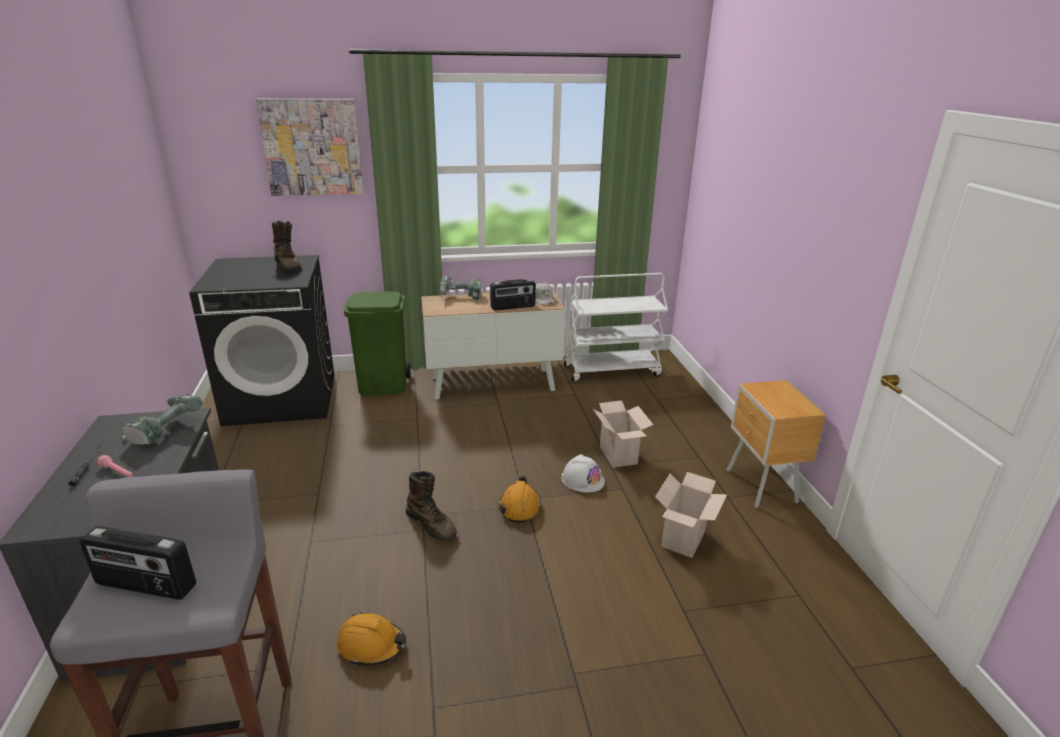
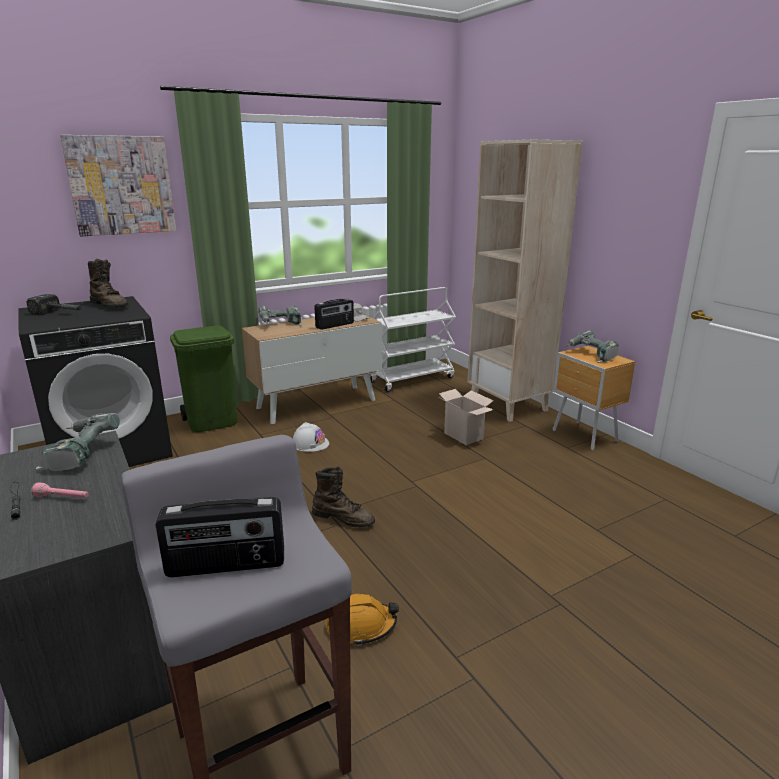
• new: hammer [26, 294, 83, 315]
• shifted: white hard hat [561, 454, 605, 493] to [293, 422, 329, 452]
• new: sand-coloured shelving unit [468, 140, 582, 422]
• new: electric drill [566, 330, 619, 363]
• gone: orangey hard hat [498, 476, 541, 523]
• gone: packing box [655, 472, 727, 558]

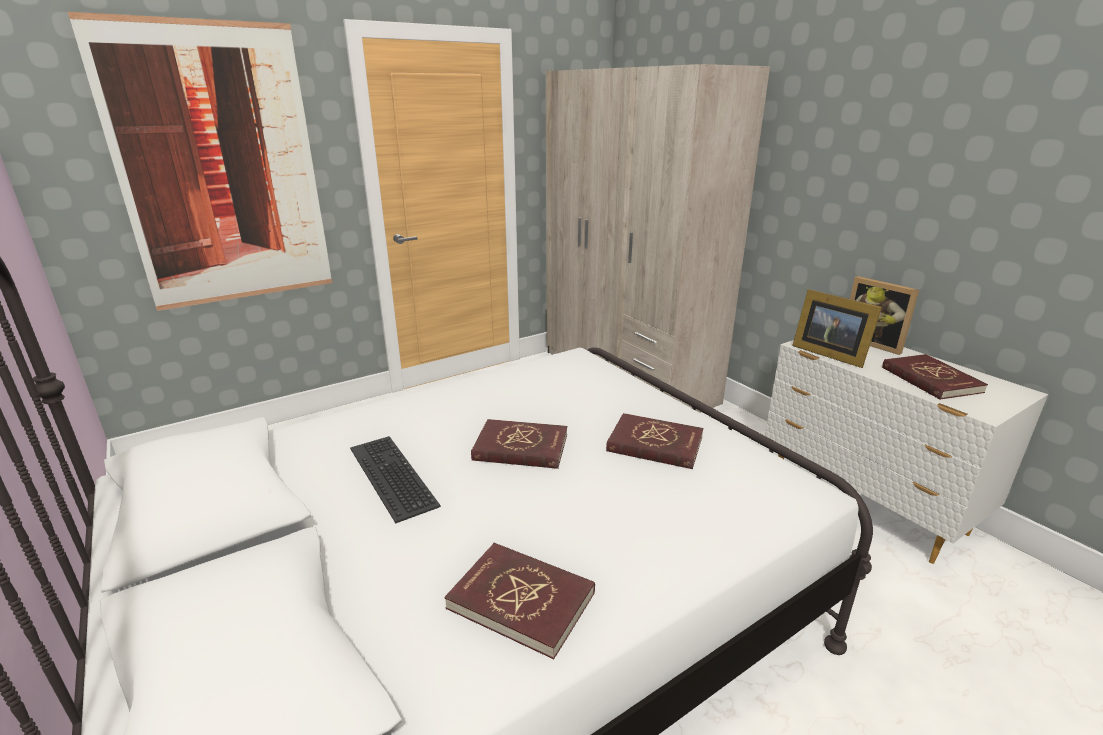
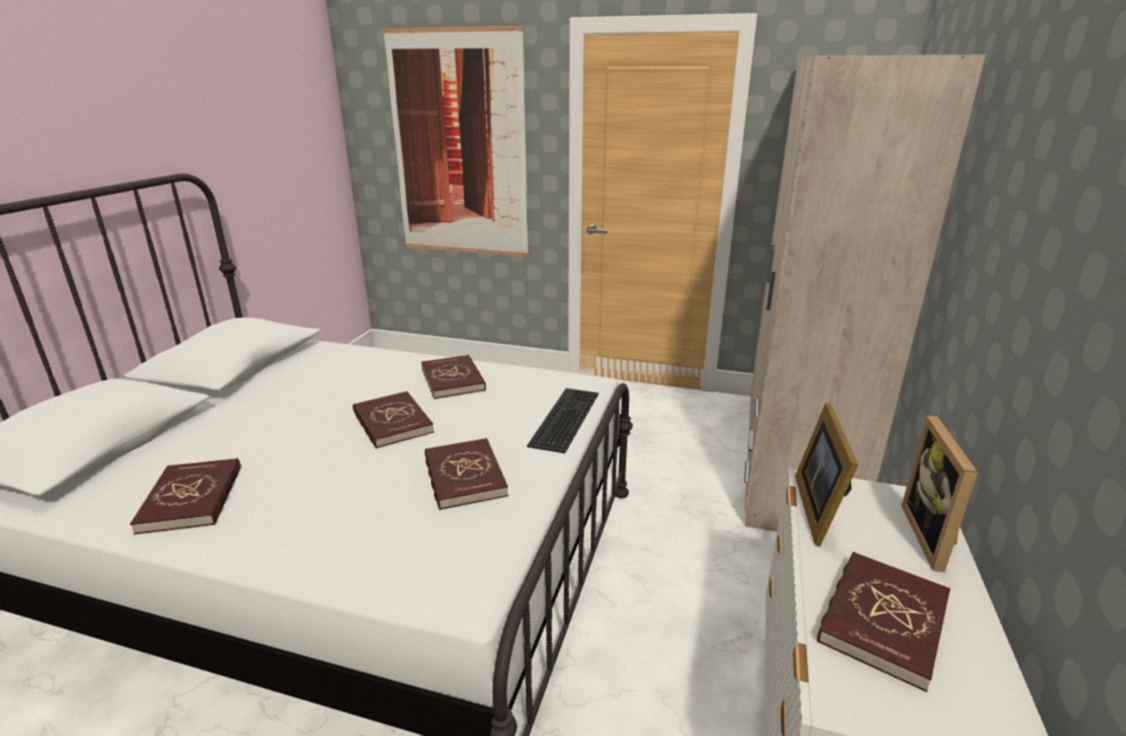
• new: reddish book [421, 355, 486, 399]
• shifted: computer keyboard [350, 436, 441, 524] to [527, 388, 599, 453]

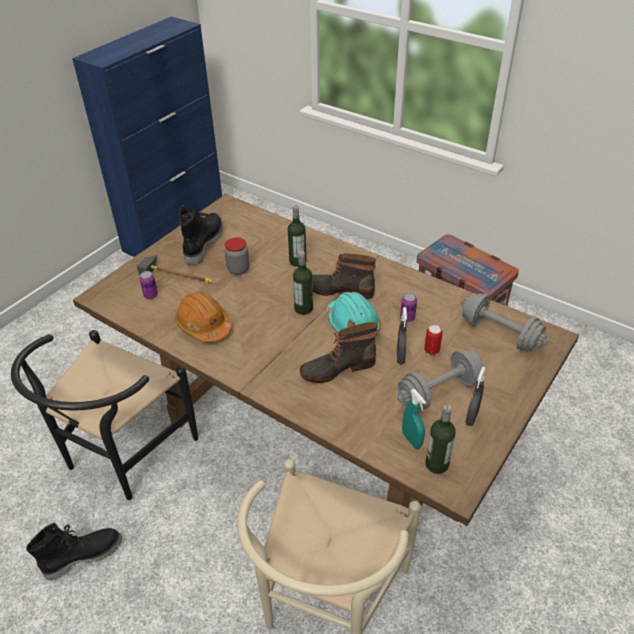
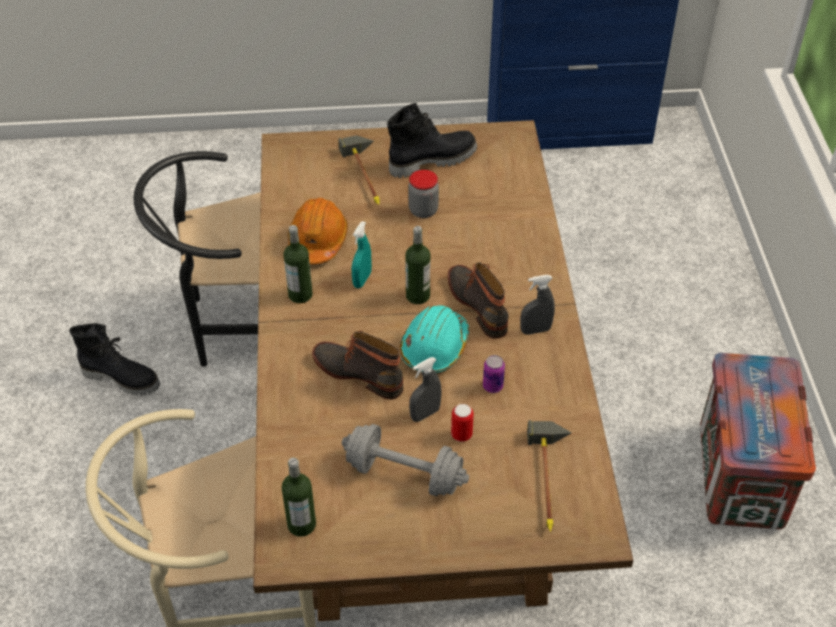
• shifted: drink bottle [288, 205, 306, 267] to [283, 225, 313, 303]
• shifted: turquoise hand sprayer [402, 389, 426, 449] to [352, 221, 372, 288]
• shifted: grey hand sprayer [465, 367, 486, 426] to [520, 275, 555, 335]
• swapped: grey dumbbell [461, 293, 548, 351] to hammer [527, 420, 572, 532]
• gone: sealed can [139, 271, 158, 299]

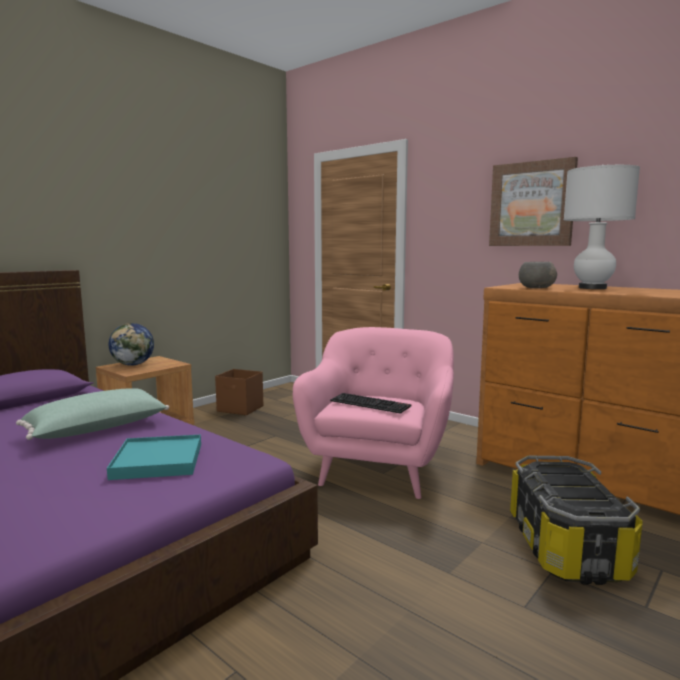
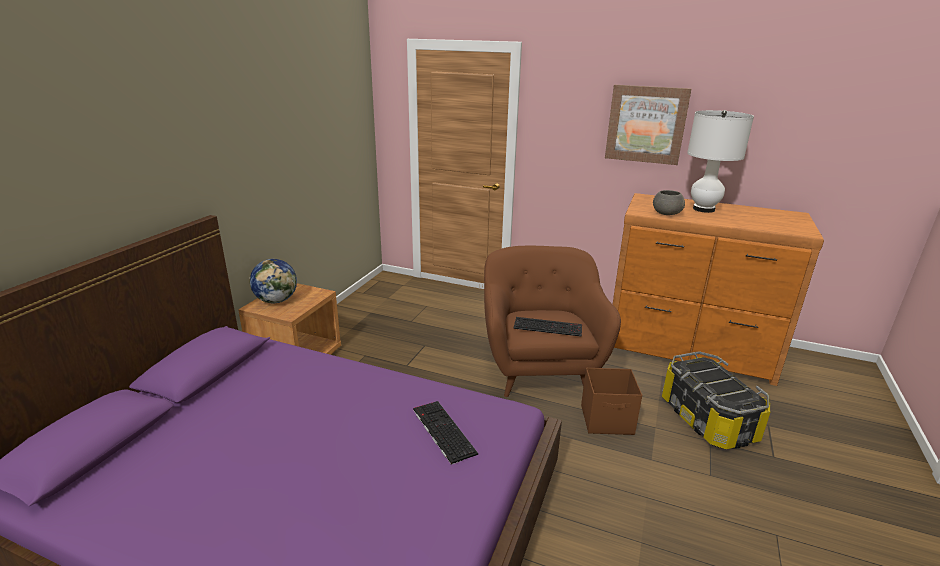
• swapped: turquoise carrying tray [107, 434, 201, 480] to computer keyboard [413, 401, 478, 465]
• repainted: pinkish easy chair [293, 327, 454, 499] to brown easy chair [484, 246, 621, 397]
• shifted: brown storage bin [215, 369, 263, 415] to [581, 368, 642, 435]
• gone: greenish pillow [16, 388, 169, 440]

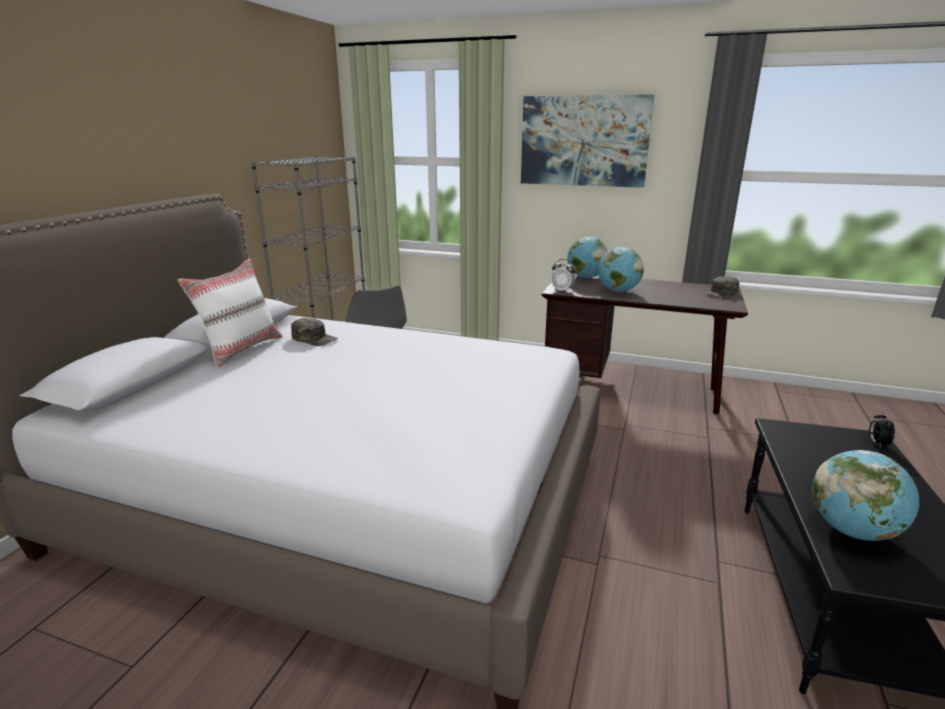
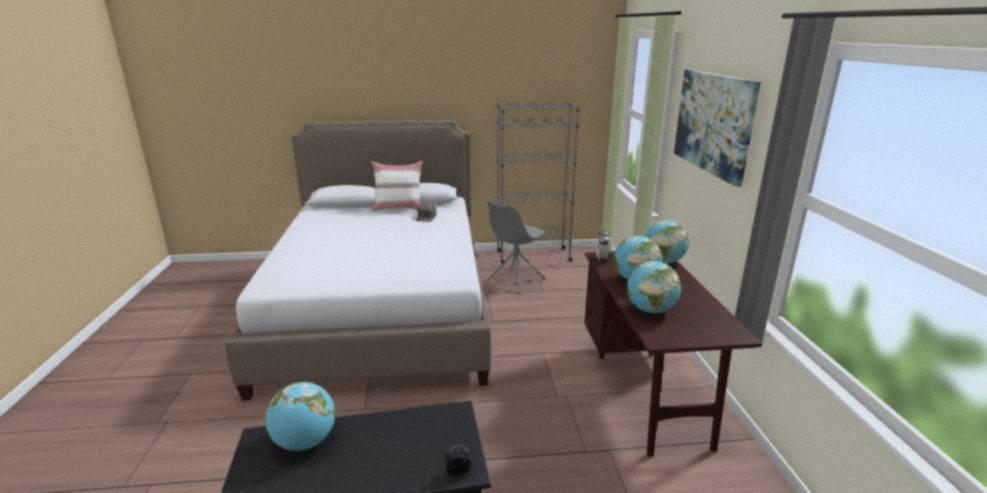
• new: desk globe [627, 261, 681, 313]
• gone: greenish peaked cap [705, 276, 740, 298]

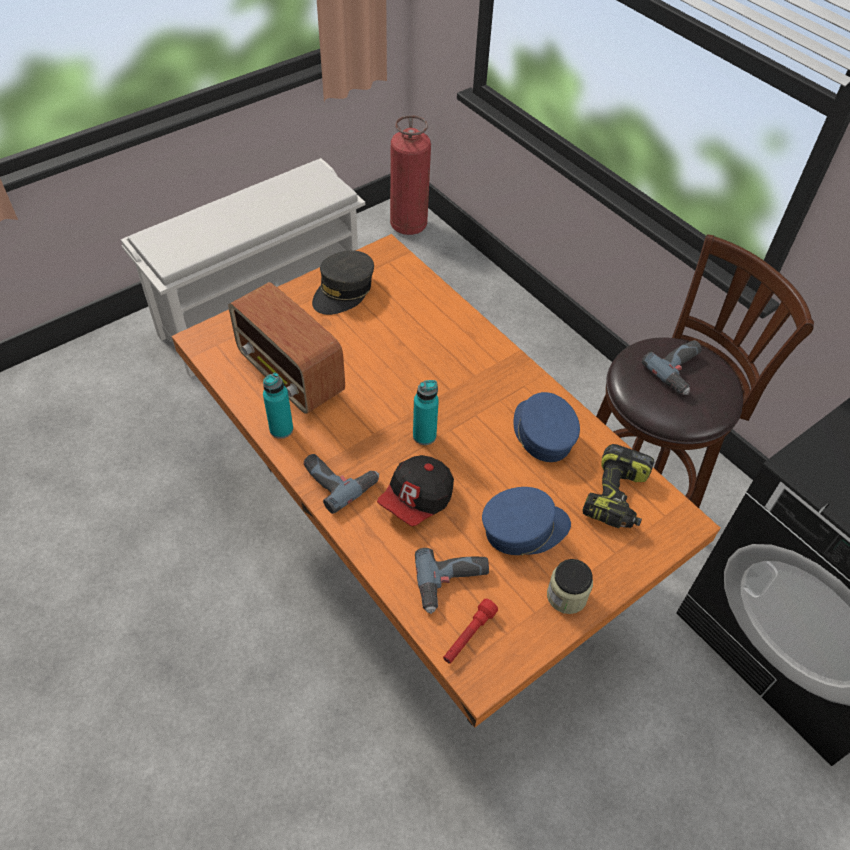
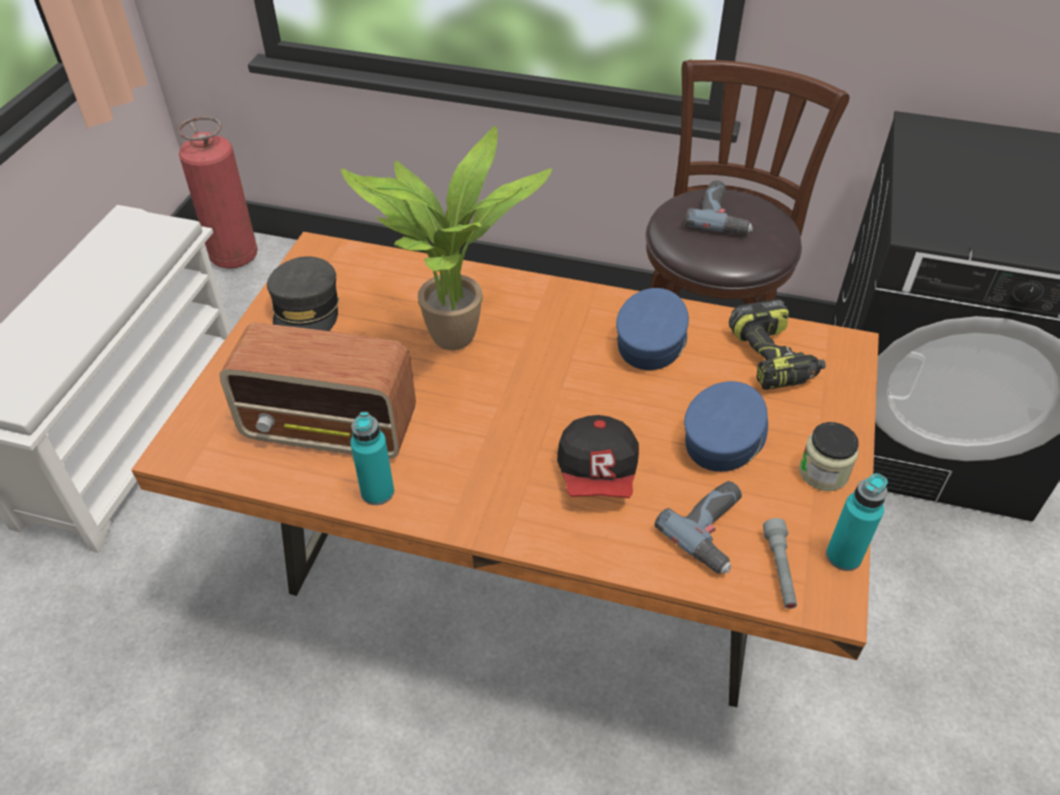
• new: potted plant [341, 126, 552, 350]
• rotated: blue peaked cap [514, 392, 580, 462] = [616, 288, 689, 370] 75 degrees clockwise
• repainted: reddish flashlight [443, 599, 498, 664] to grey flashlight [763, 518, 797, 609]
• shifted: turquoise drink bottle [413, 380, 439, 445] to [826, 473, 888, 571]
• gone: electric drill [304, 454, 379, 514]

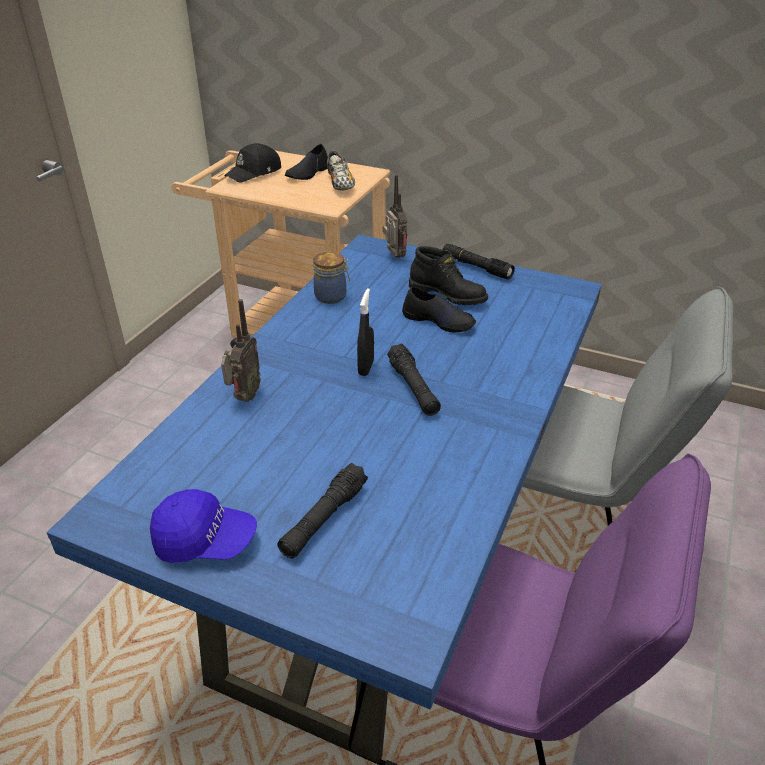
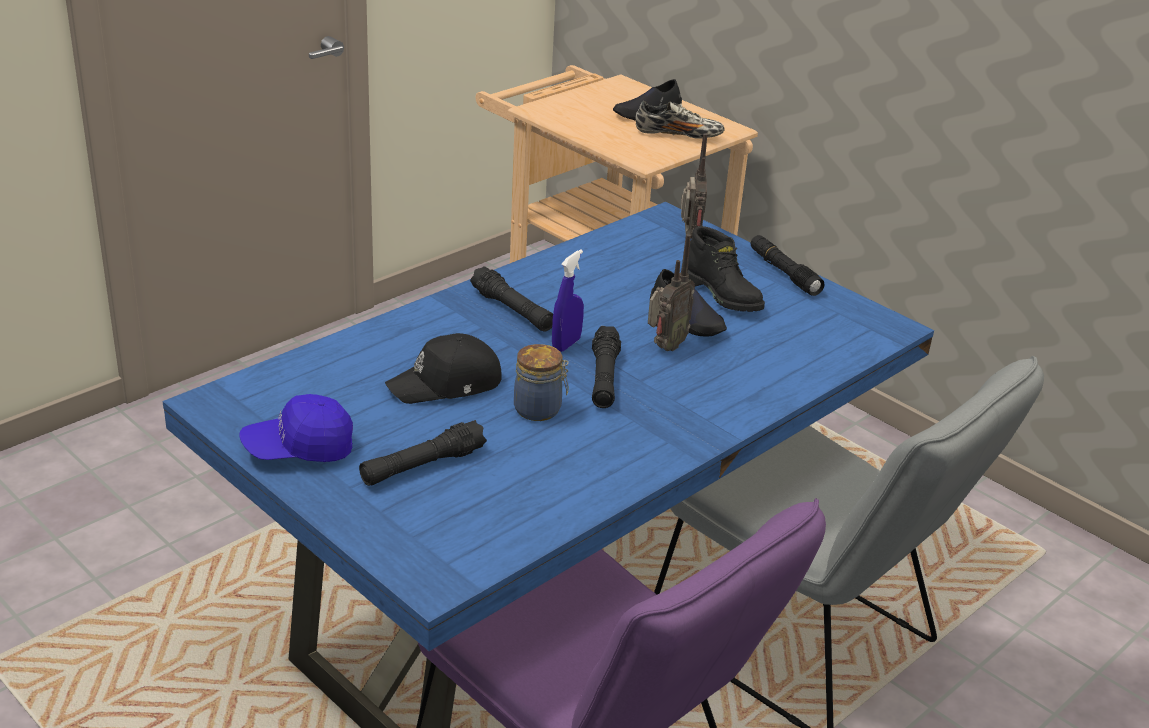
• rotated: blue peaked cap [150, 489, 257, 563] = [239, 394, 353, 462] 135 degrees clockwise
• shifted: black peaked cap [224, 143, 281, 182] to [385, 333, 502, 404]
• new: black flashlight [470, 266, 553, 332]
• shifted: storage jar [313, 252, 350, 304] to [514, 344, 569, 421]
• repainted: black hand sprayer [357, 288, 374, 376] to blue hand sprayer [552, 249, 584, 352]
• rotated: shoe [327, 151, 355, 191] = [635, 101, 725, 139] 90 degrees counterclockwise
• shifted: radio [221, 299, 261, 402] to [648, 234, 695, 352]

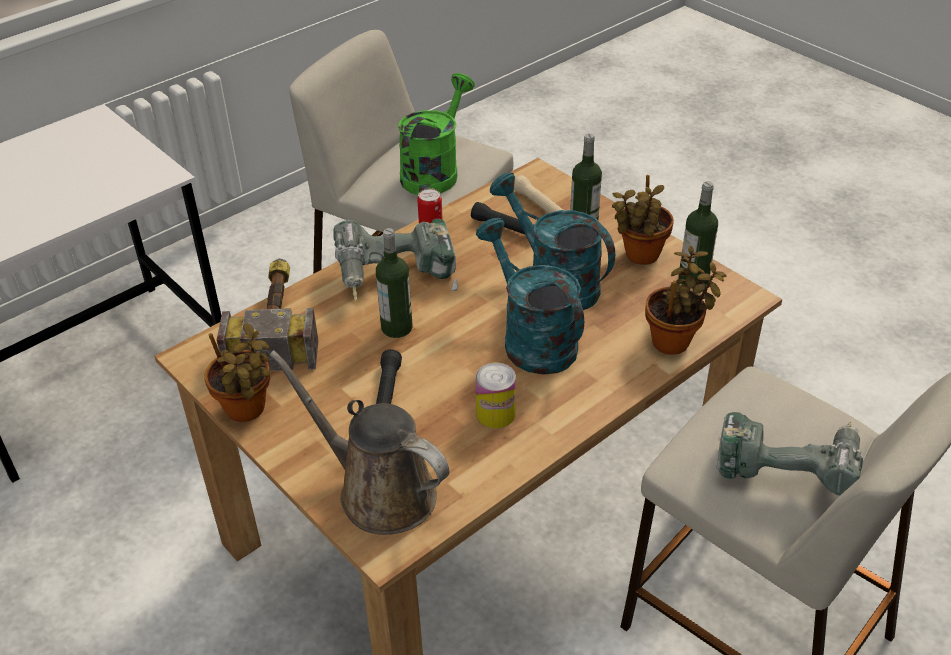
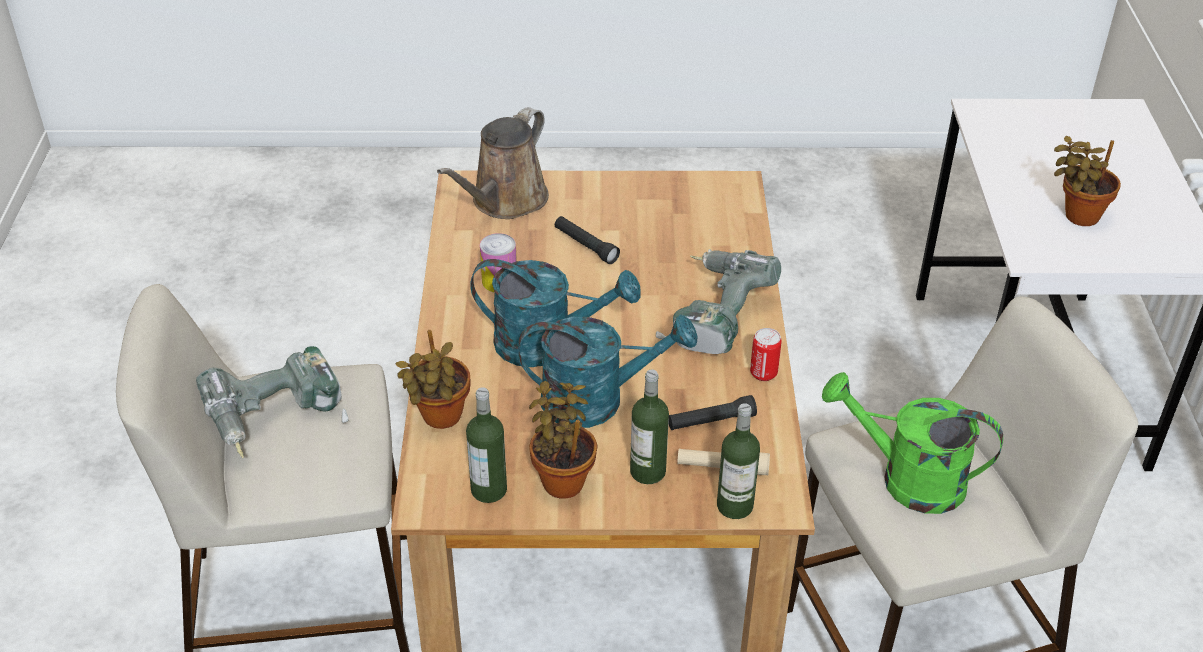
• rotated: brown watering pot [269, 350, 449, 535] = [437, 107, 549, 219] 135 degrees clockwise
• shifted: drink bottle [376, 228, 413, 338] to [717, 403, 760, 519]
• rotated: greenish watering pot [398, 73, 475, 195] = [822, 372, 1003, 514] 135 degrees clockwise
• shifted: potted plant [204, 323, 270, 422] to [1054, 136, 1121, 226]
• gone: hammer [217, 258, 319, 371]

